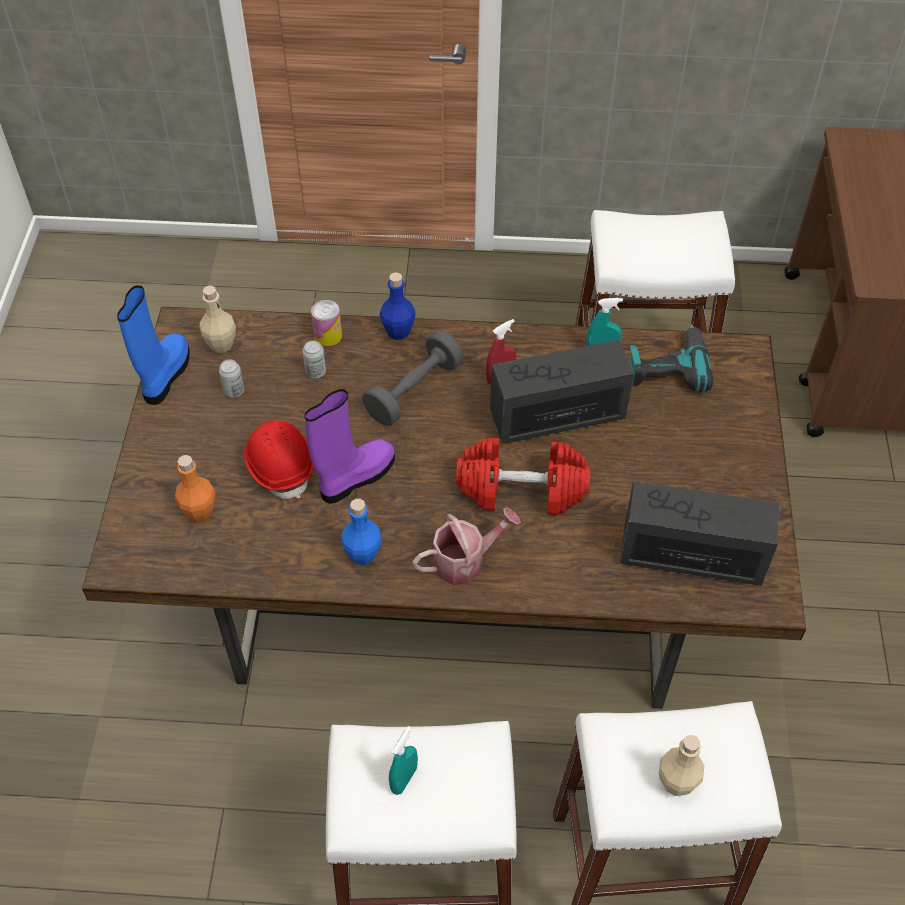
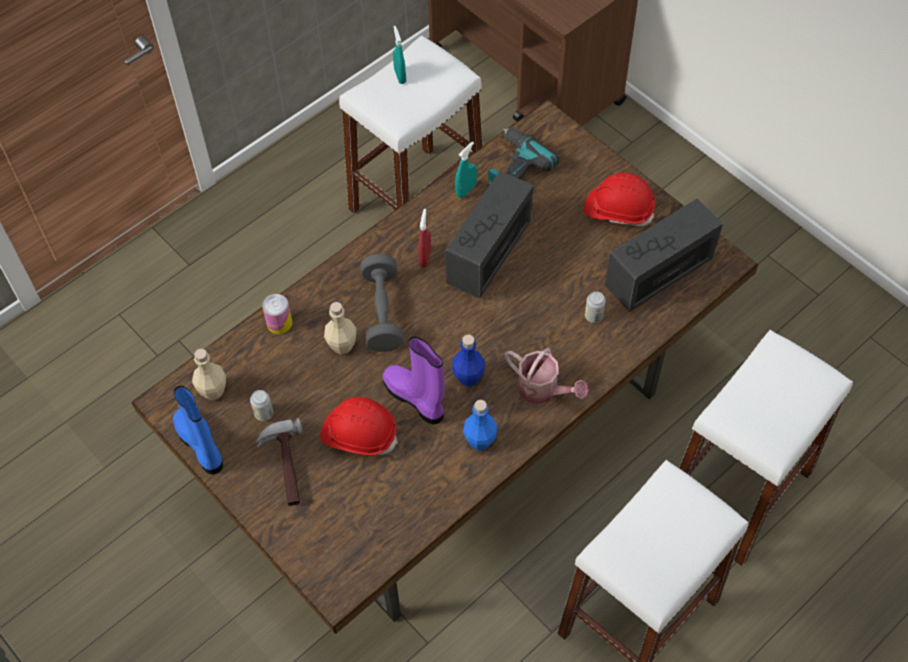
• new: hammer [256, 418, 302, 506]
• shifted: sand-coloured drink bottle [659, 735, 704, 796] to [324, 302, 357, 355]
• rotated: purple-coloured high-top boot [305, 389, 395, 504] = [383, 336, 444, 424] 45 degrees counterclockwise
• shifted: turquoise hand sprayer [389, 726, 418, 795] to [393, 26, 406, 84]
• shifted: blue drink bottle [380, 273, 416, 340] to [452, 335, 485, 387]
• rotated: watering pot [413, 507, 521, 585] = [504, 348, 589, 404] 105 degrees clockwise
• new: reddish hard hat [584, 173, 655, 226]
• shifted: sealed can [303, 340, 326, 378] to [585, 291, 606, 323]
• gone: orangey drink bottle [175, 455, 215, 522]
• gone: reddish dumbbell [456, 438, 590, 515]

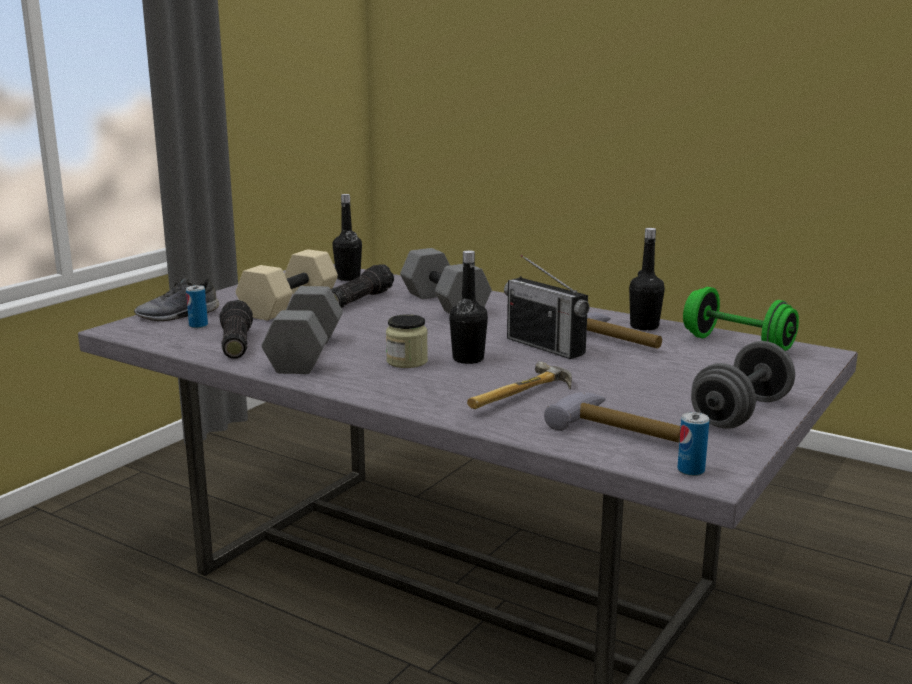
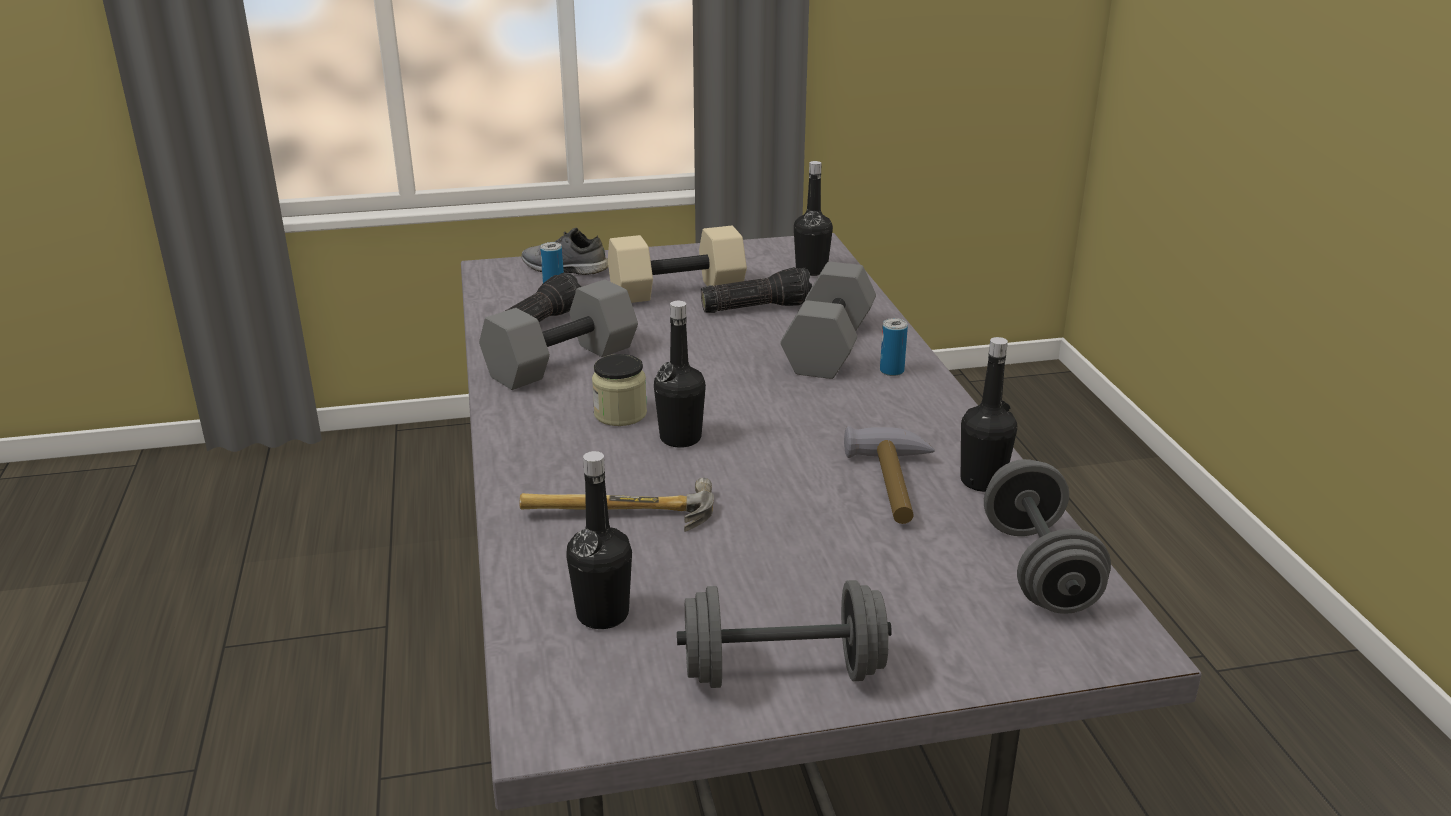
• swapped: hammer [544, 392, 681, 443] to black drink bottle [566, 451, 632, 629]
• shifted: sealed can [677, 412, 709, 476] to [880, 318, 908, 376]
• repainted: greenish dumbbell [683, 287, 799, 351] to grey dumbbell [984, 459, 1111, 614]
• gone: radio [504, 255, 589, 359]

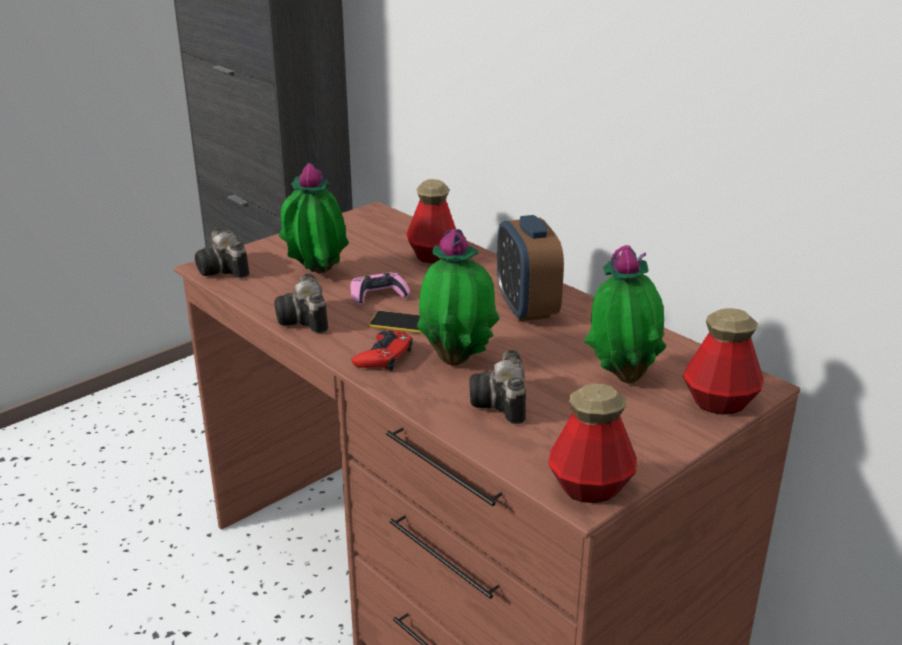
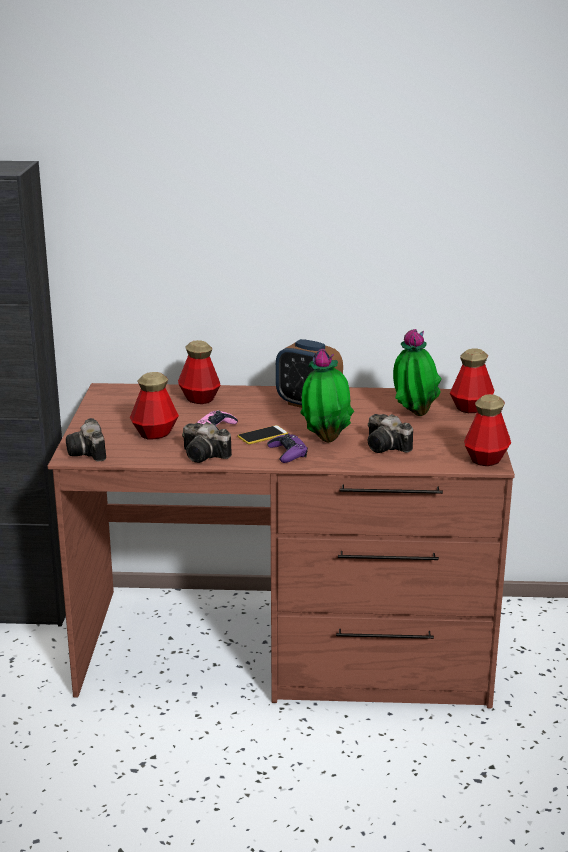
• rotated: still camera [195, 228, 249, 279] = [66, 418, 106, 461] 60 degrees clockwise
• swapped: potted plant [279, 163, 349, 273] to drink bottle [130, 372, 179, 439]
• repainted: reddish joypad [352, 330, 413, 371] to purple-coloured joypad [267, 434, 308, 463]

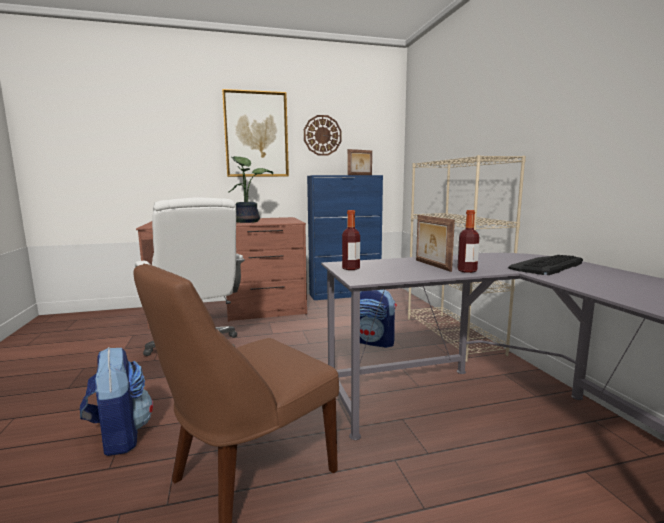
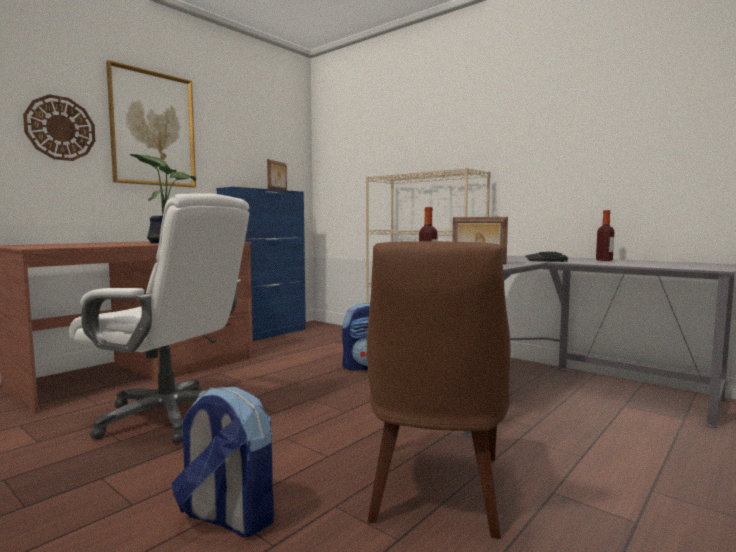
• shifted: wall clock [304, 115, 342, 156] to [23, 94, 96, 161]
• shifted: drink bottle [457, 210, 479, 273] to [596, 210, 614, 261]

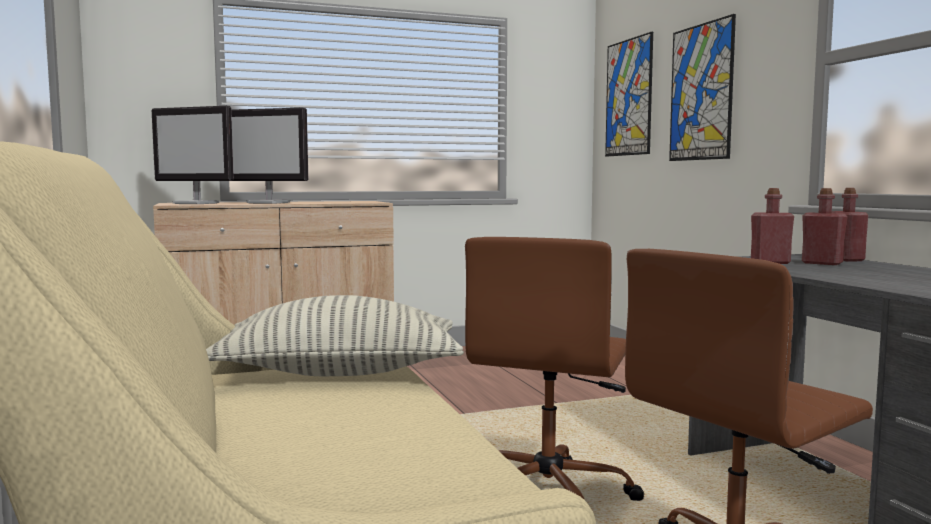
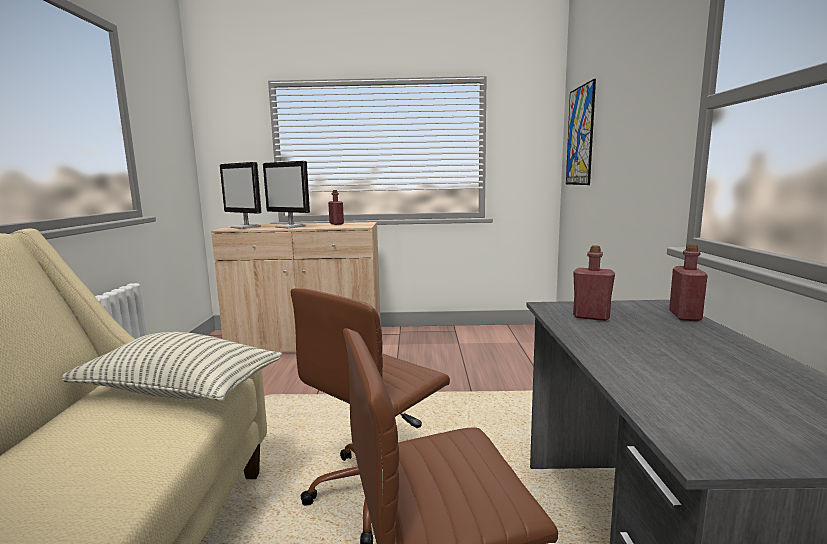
• shifted: reddish drink bottle [802, 188, 847, 265] to [328, 190, 344, 225]
• gone: picture [669, 14, 736, 161]

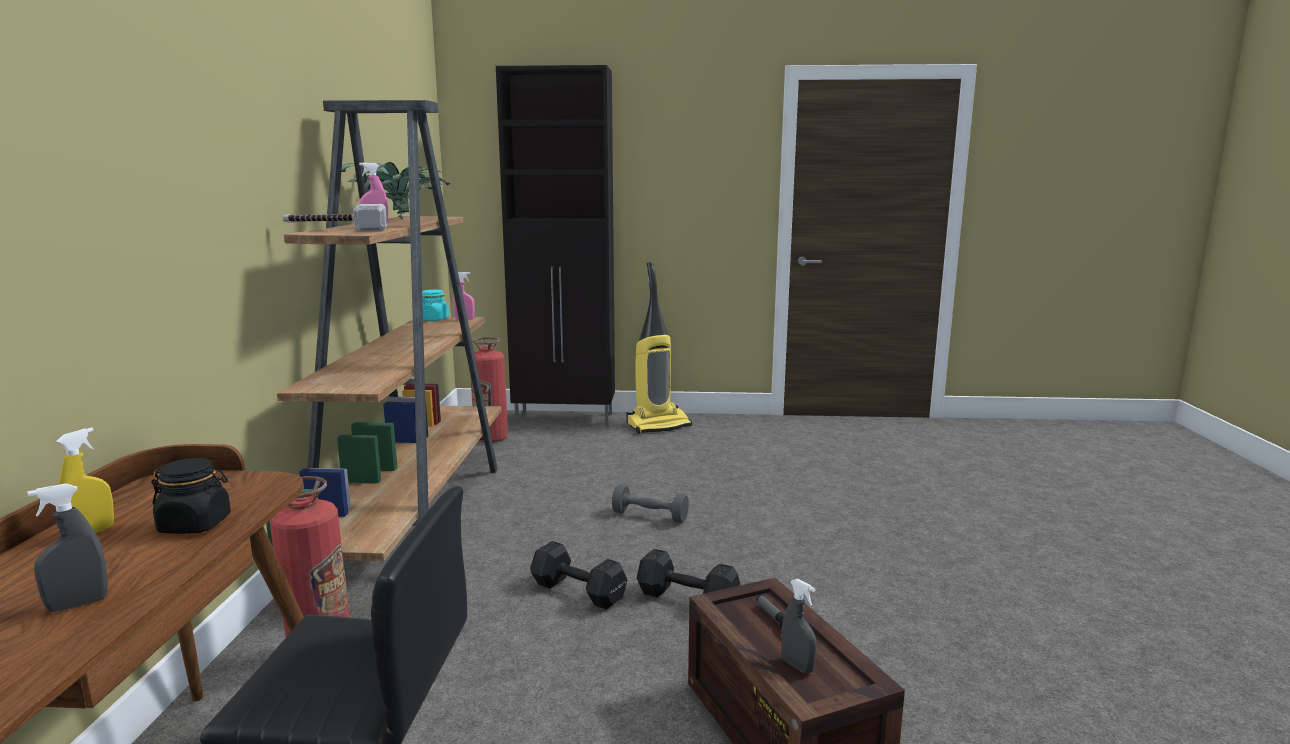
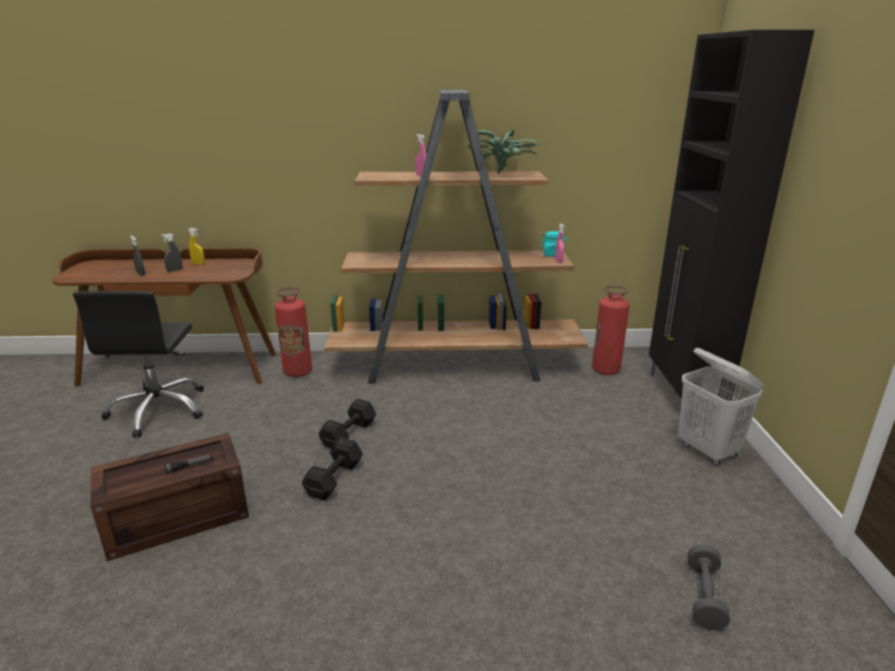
• shifted: grey hand sprayer [781, 579, 816, 674] to [161, 233, 182, 272]
• swapped: vacuum [627, 262, 692, 434] to white laundry basket [678, 348, 764, 466]
• shifted: grey dumbbell [612, 484, 689, 523] to [688, 544, 730, 630]
• gone: black storage jar [151, 458, 231, 534]
• gone: hammer [283, 204, 387, 231]

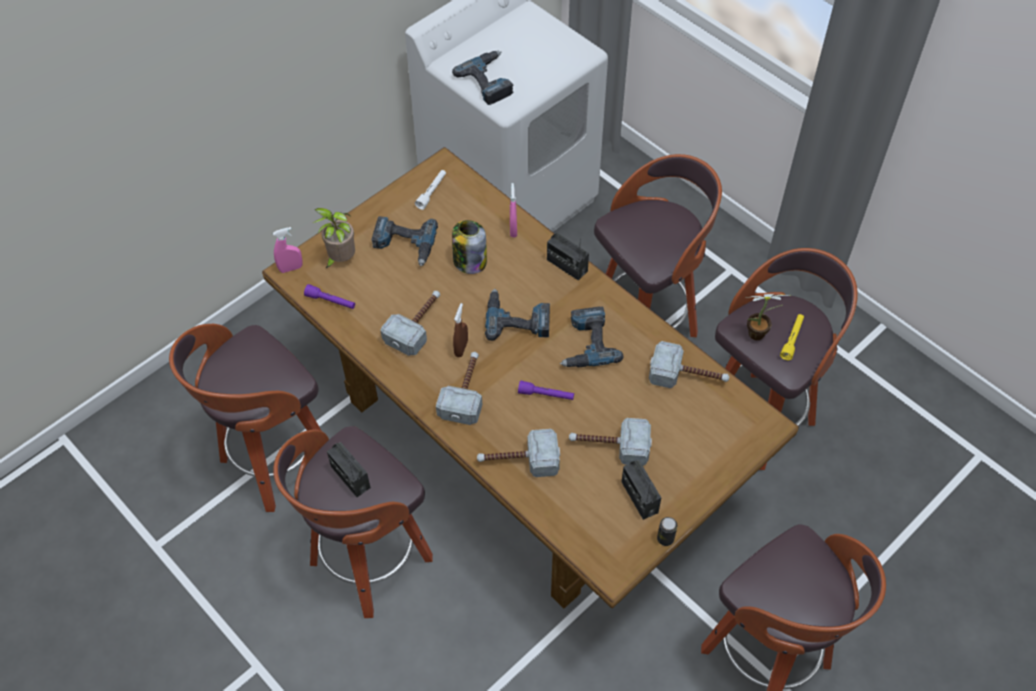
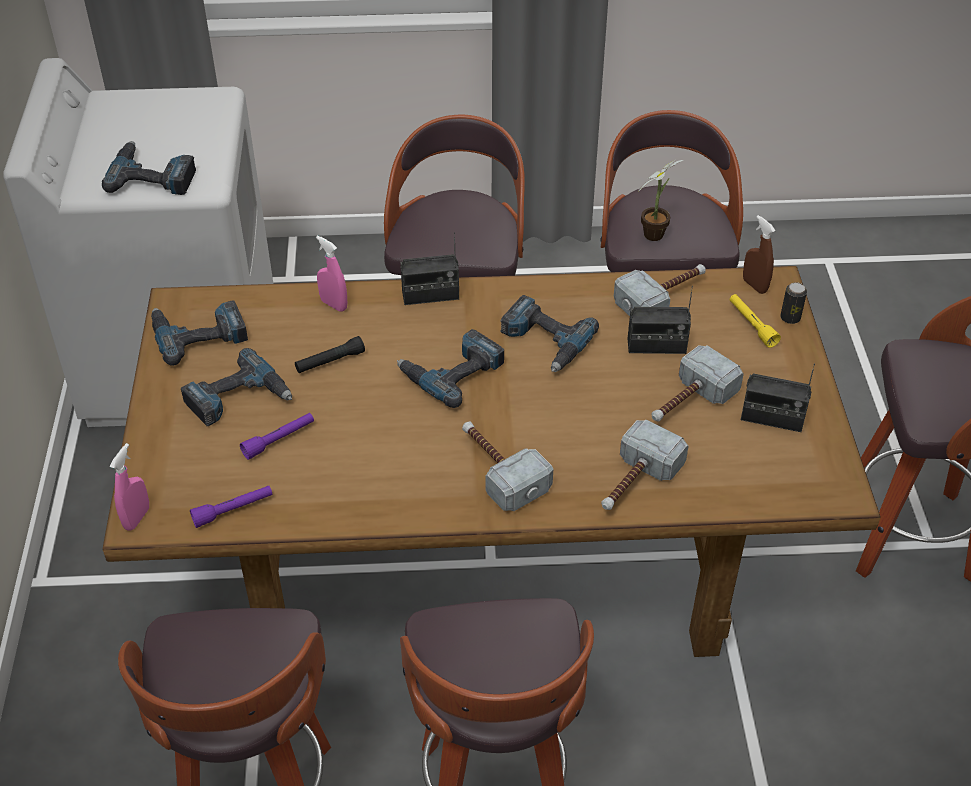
• swapped: white flashlight [415, 170, 446, 210] to electric drill [151, 300, 248, 366]
• shifted: purple-coloured flashlight [518, 380, 574, 400] to [240, 413, 314, 460]
• swapped: storage jar [452, 220, 487, 274] to black flashlight [295, 336, 365, 373]
• shifted: radio [327, 442, 371, 497] to [627, 286, 693, 354]
• shifted: yellowish flashlight [780, 314, 804, 360] to [730, 294, 781, 348]
• shifted: brown hand sprayer [453, 303, 468, 357] to [743, 215, 776, 294]
• shifted: sealed can [657, 517, 677, 546] to [780, 282, 807, 324]
• gone: potted plant [313, 208, 355, 269]
• gone: hammer [381, 291, 440, 356]

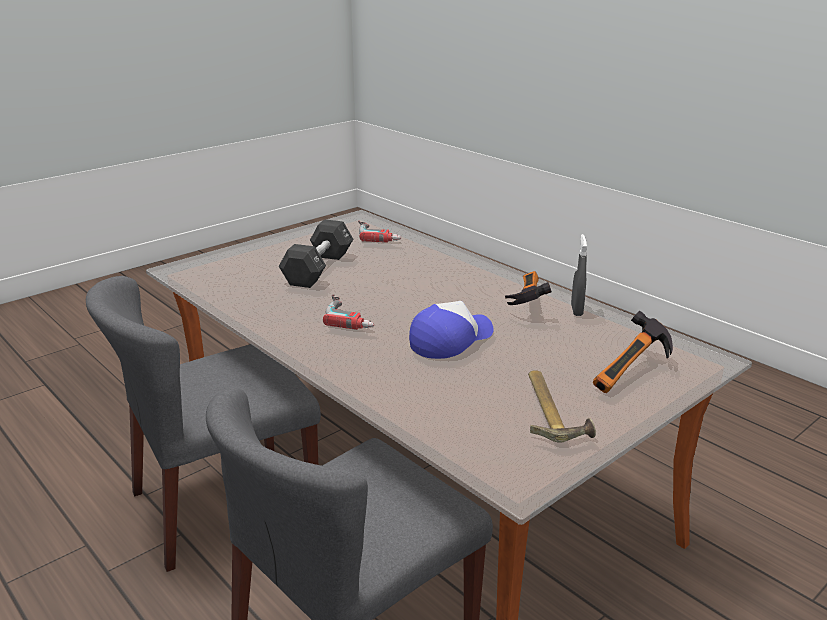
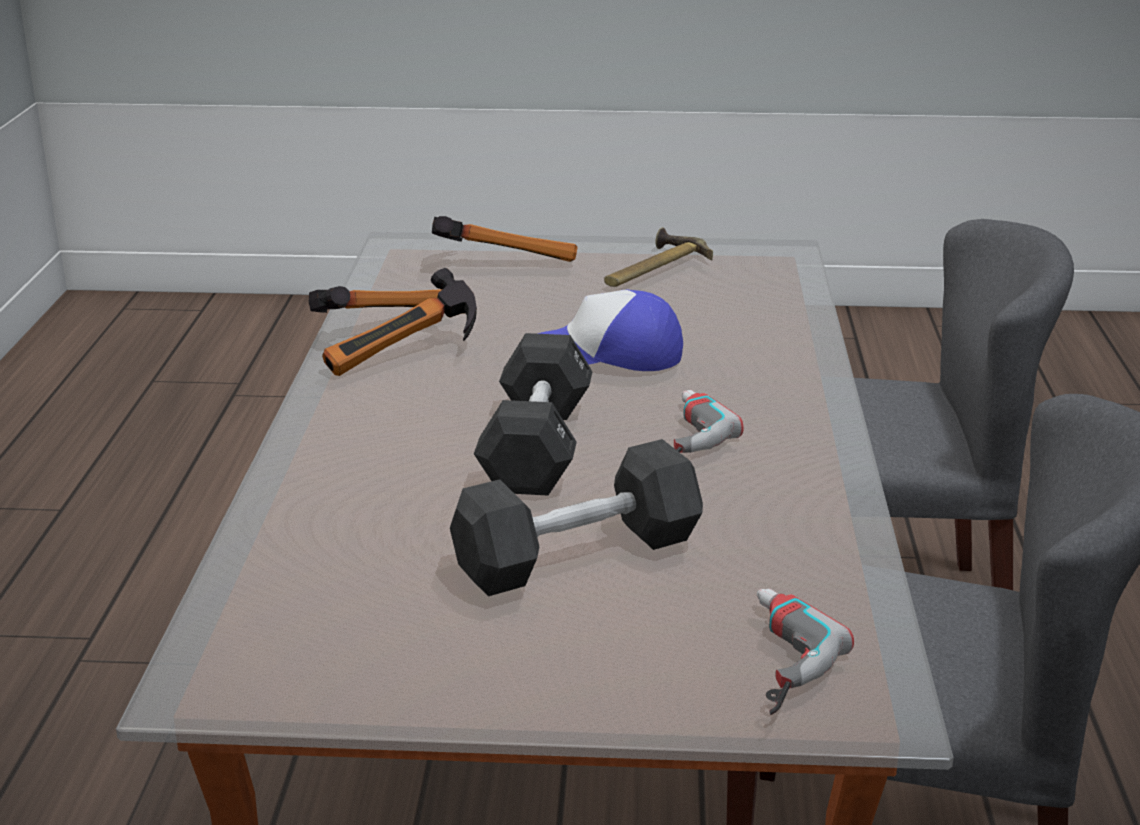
• swapped: grey hand sprayer [571, 234, 587, 316] to hammer [309, 286, 442, 313]
• new: black dumbbell [474, 333, 593, 496]
• shifted: electric drill [358, 220, 401, 243] to [757, 588, 854, 715]

